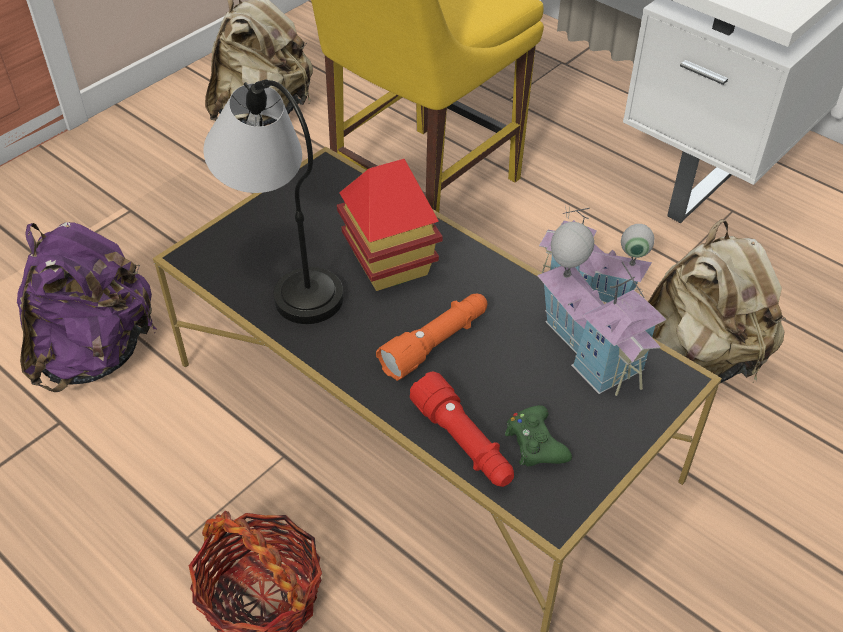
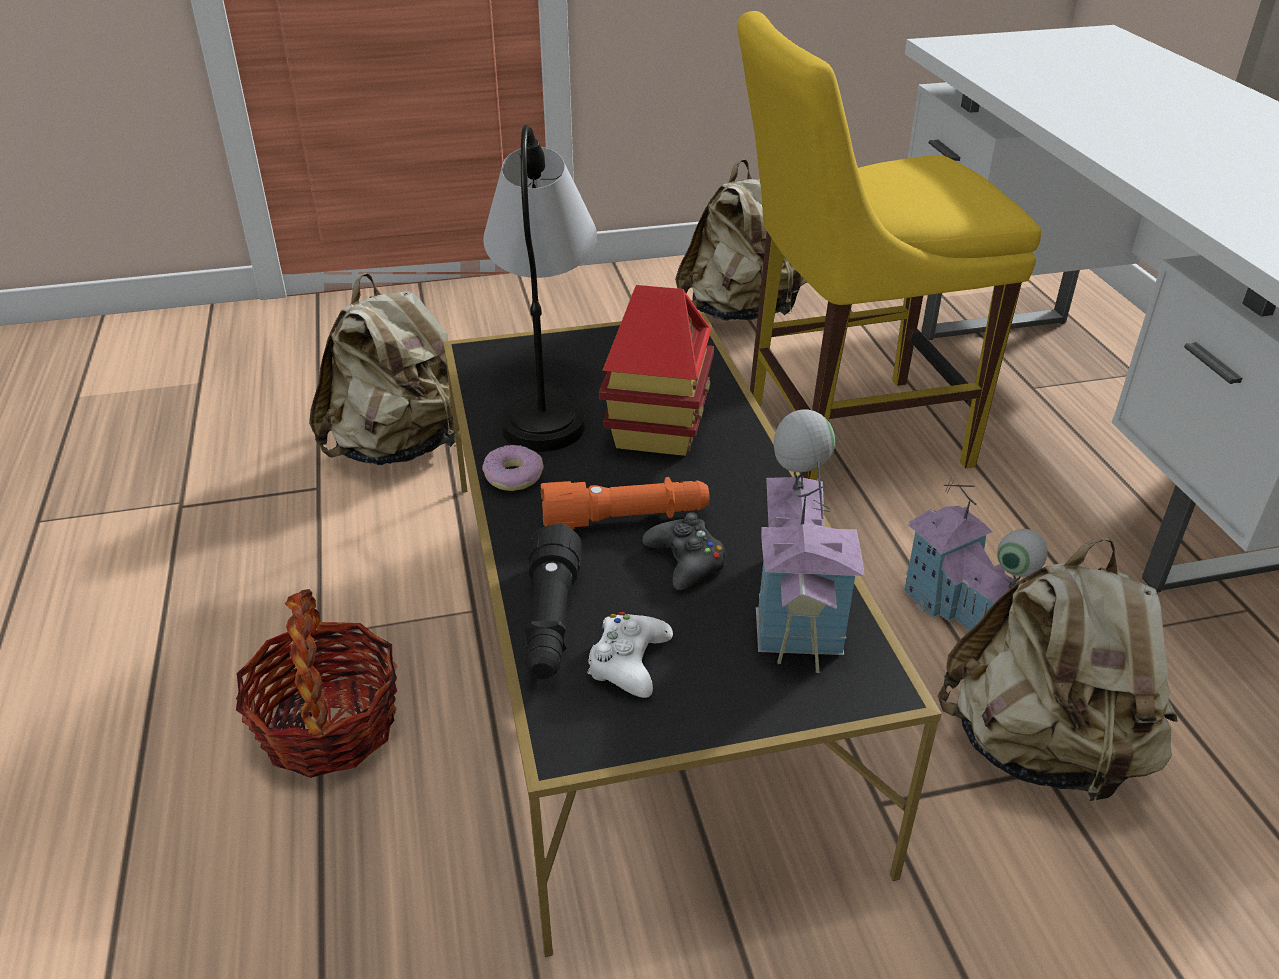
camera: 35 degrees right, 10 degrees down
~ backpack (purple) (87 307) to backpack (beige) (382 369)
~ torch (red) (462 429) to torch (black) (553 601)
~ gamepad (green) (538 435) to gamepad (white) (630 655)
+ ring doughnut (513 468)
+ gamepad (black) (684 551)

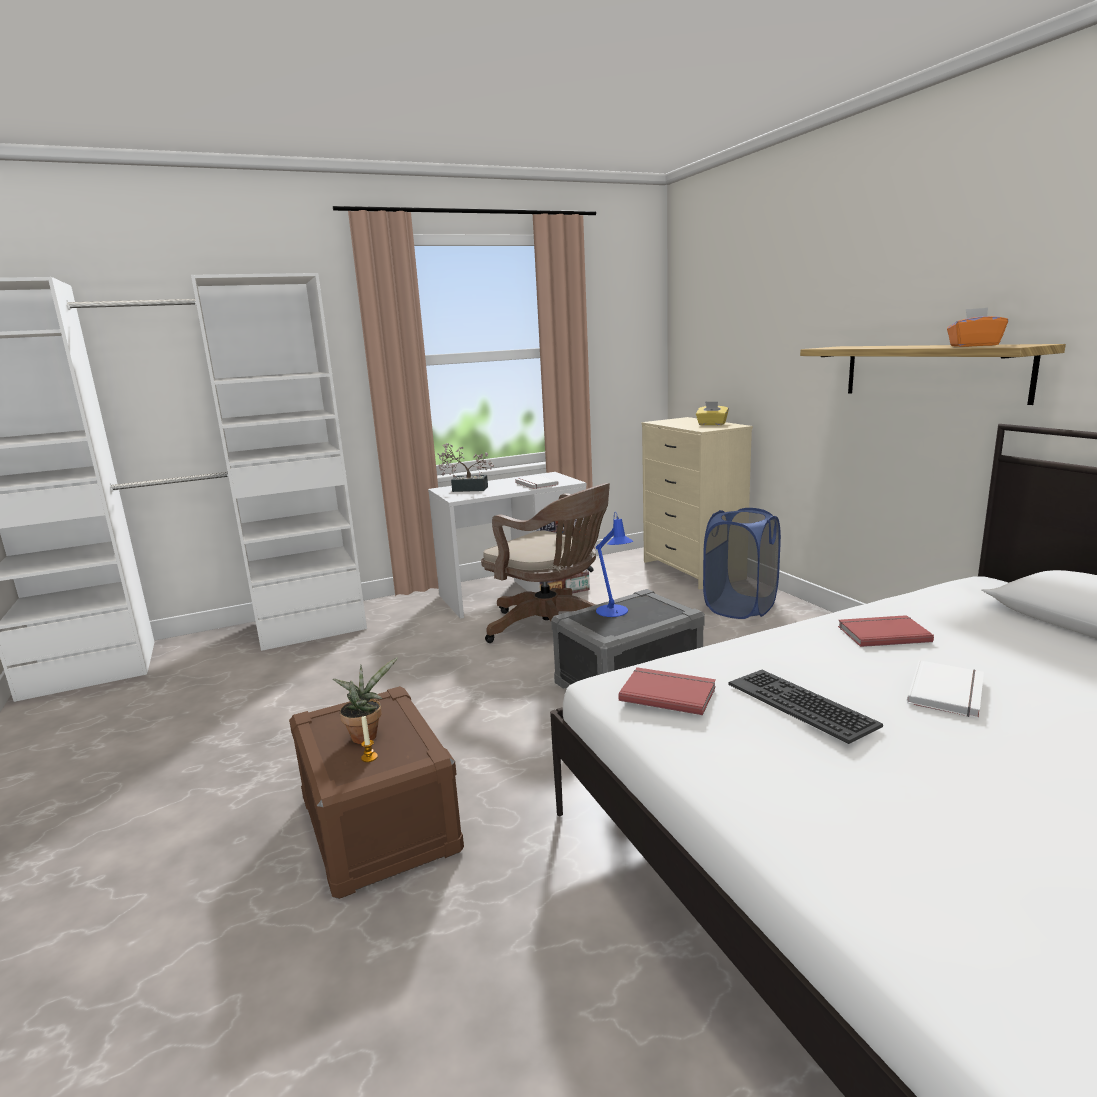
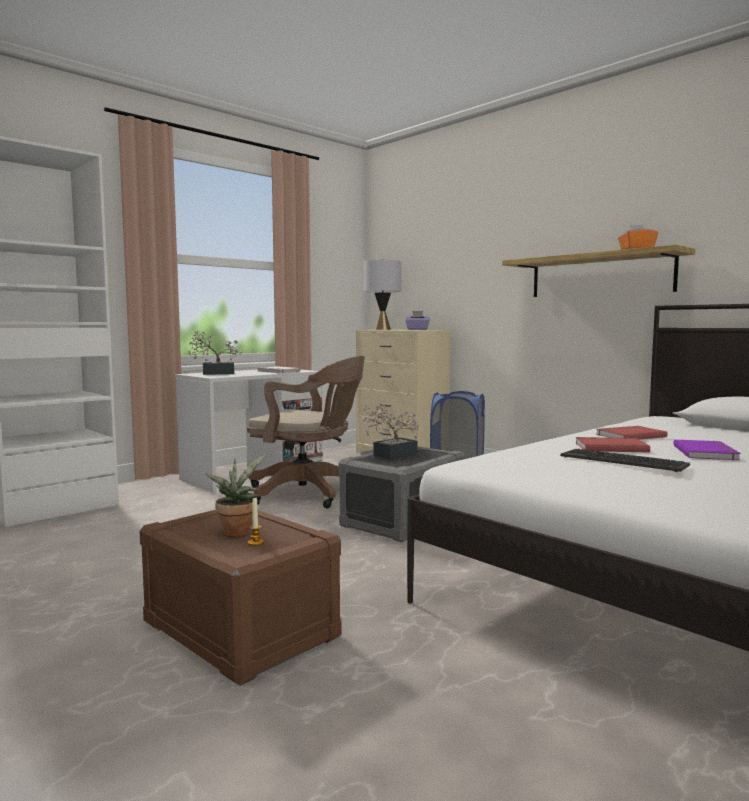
camera: 20 degrees left, 10 degrees down
~ tissue holder (yellow-coloured) (712 413) to tissue holder (purple) (418 320)
~ lamp for a table (blue) (614 564) to potted plant (390 432)
~ book (white) (945 689) to book (purple) (707 450)
~ book (red) (667 691) to (613 444)
+ lamp for a table (gray) (382 294)

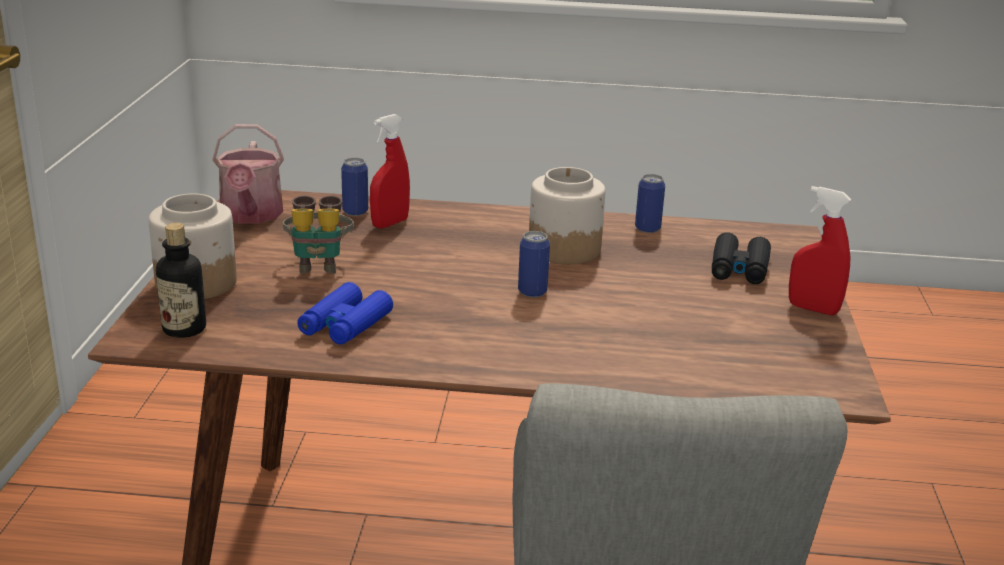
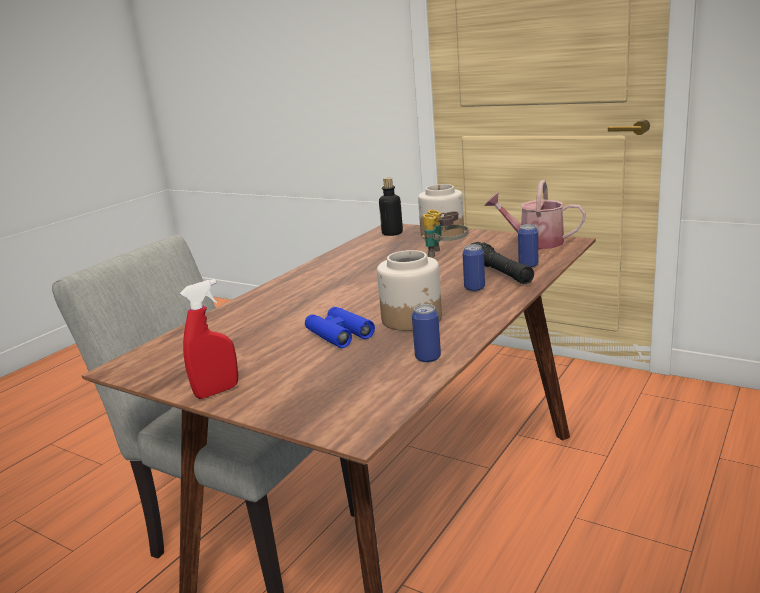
camera: 120 degrees right, 5 degrees down
~ spray bottle (red) (390 171) to torch (black) (502 263)
~ can (534 264) to (474 267)
- binoculars (black) (741 258)
~ binoculars (blue) (345 313) to (340 327)

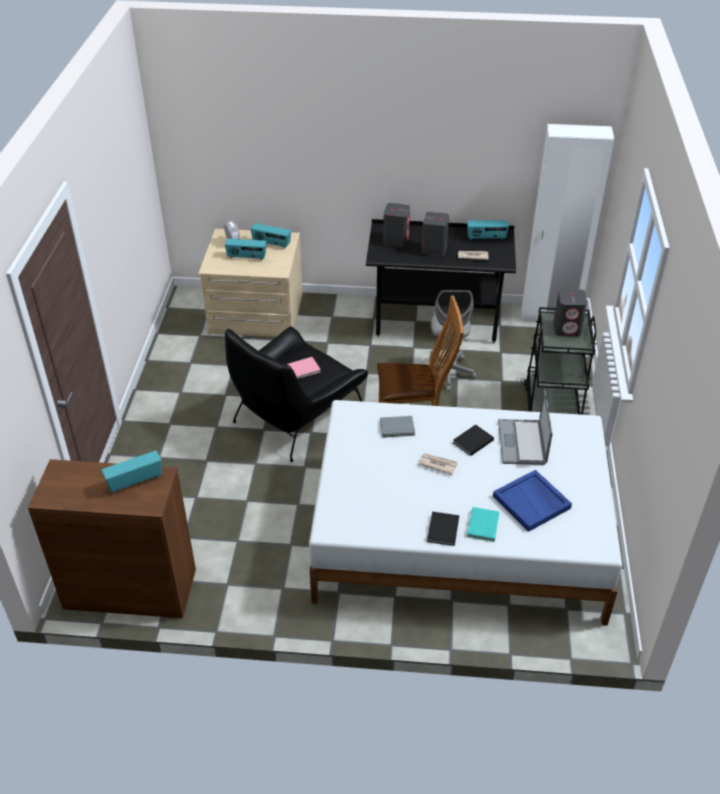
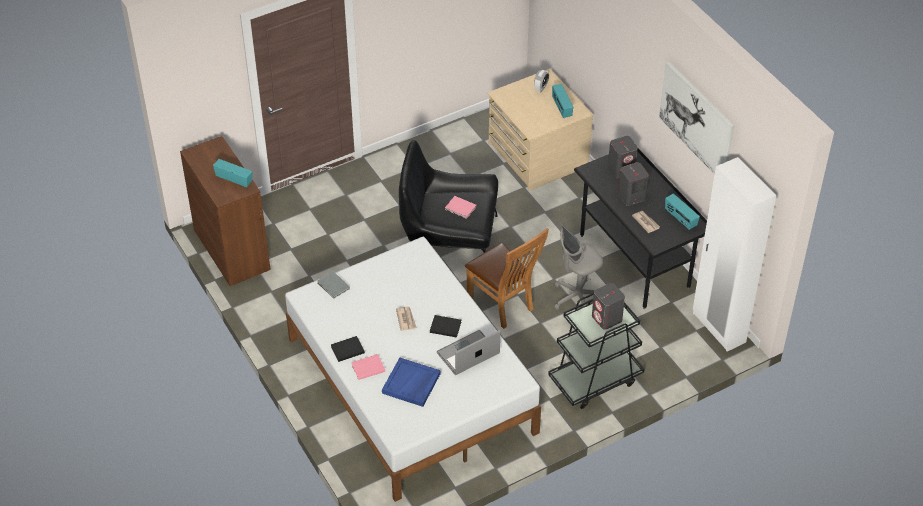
camera: 55 degrees right, 5 degrees up
- radio set (245 249)
~ book (gray) (397 427) to (334 285)
~ book (turquoise-coloured) (483 524) to book (pinkish) (368 367)
+ wall art (697 118)

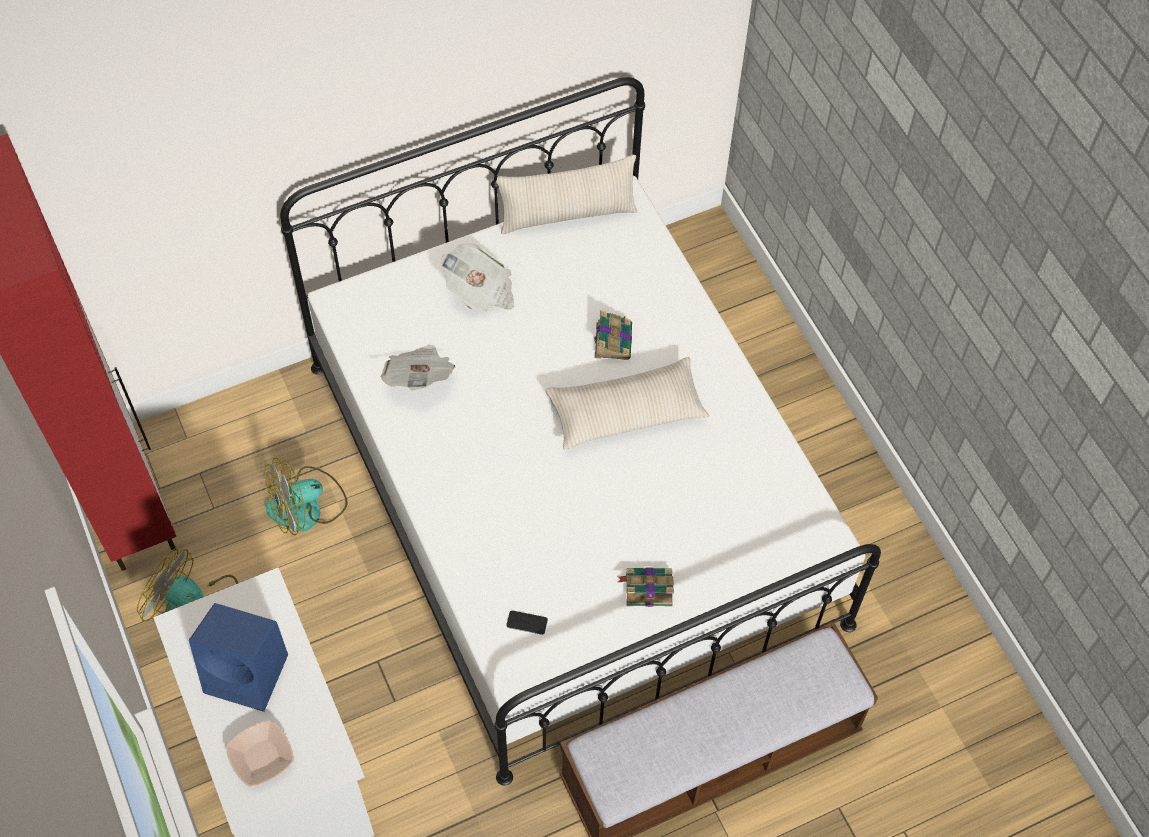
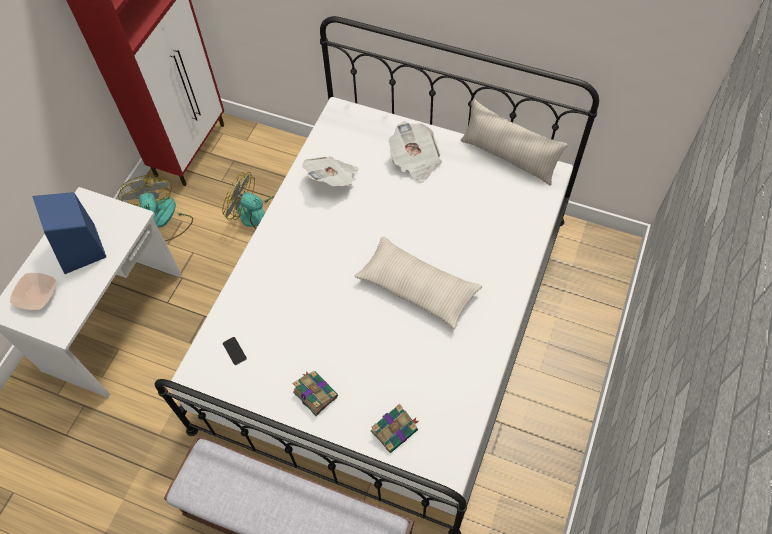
camera: 50 degrees right, 0 degrees up
~ book (613 335) to (395 428)

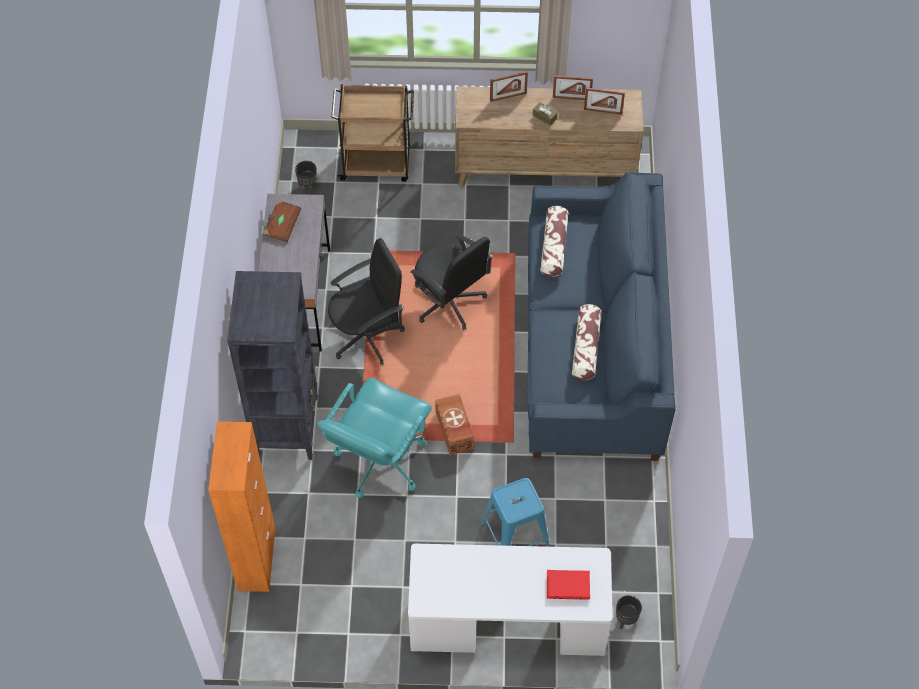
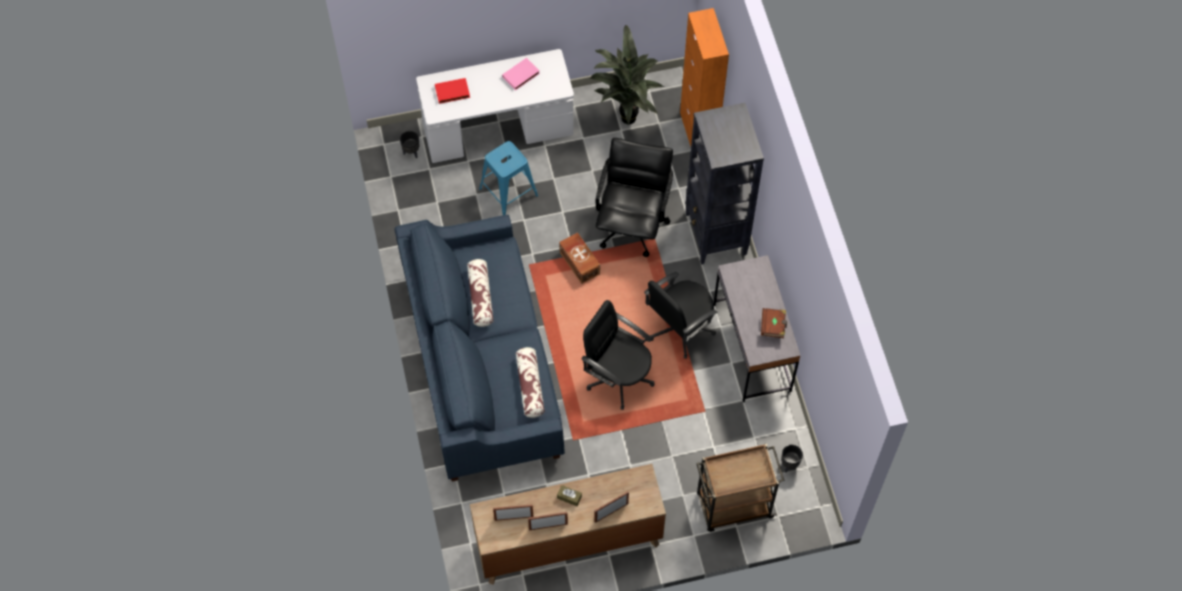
camera: 165 degrees right, 5 degrees up
~ desk chair (turquoise-coloured) (374 438) to desk chair (black) (634 197)
+ potted plant (627 75)
+ book (pinkish) (521 74)

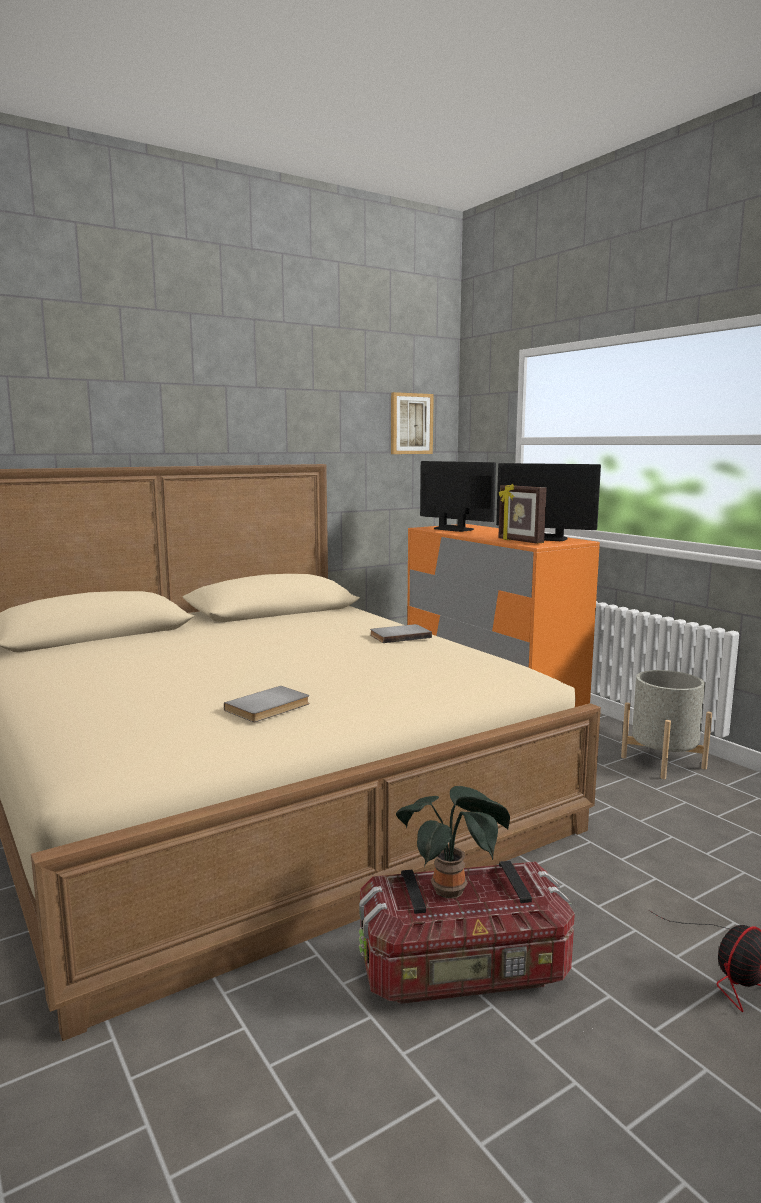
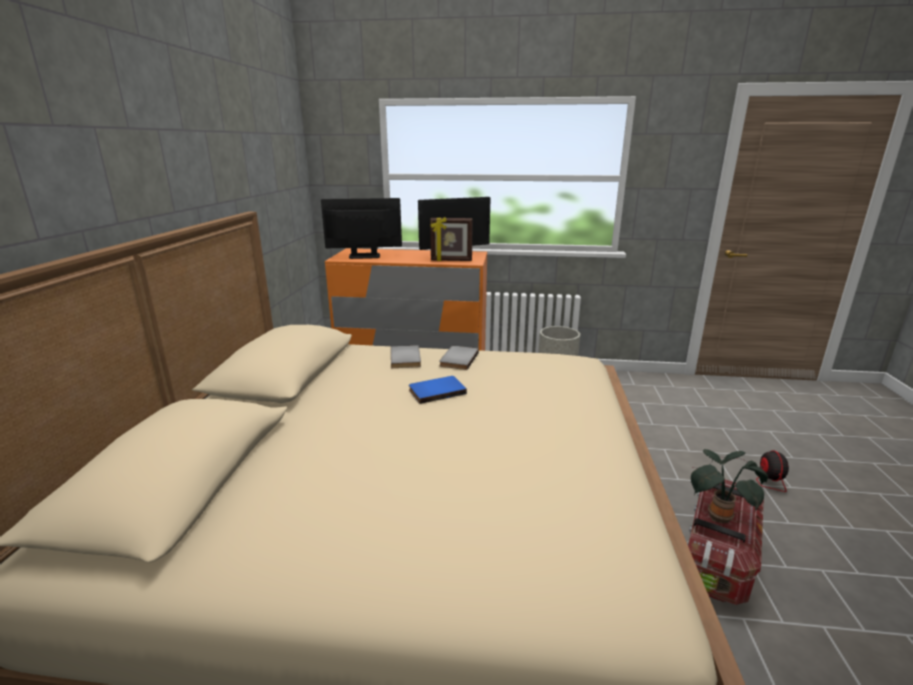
camera: 50 degrees left, 10 degrees up
- wall art (412 423)
~ book (gray) (266 704) to (406 356)
+ book (blue) (438 390)

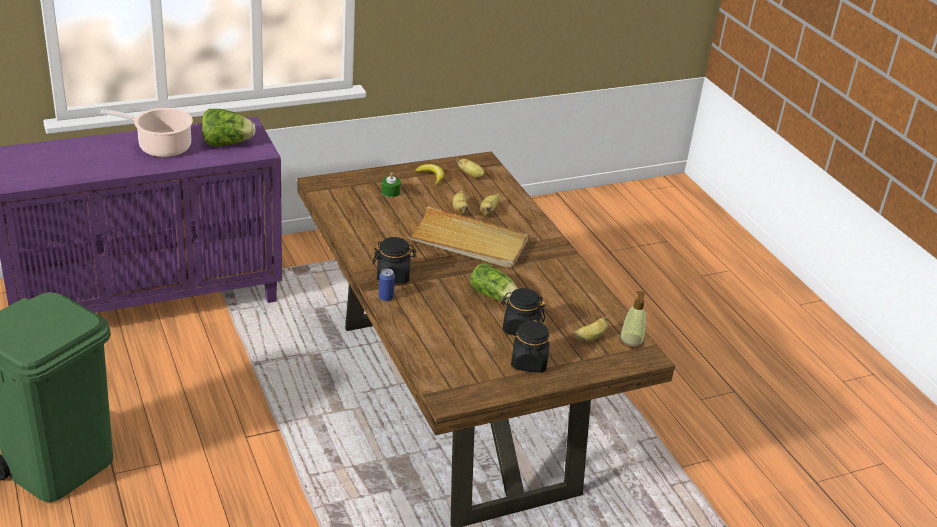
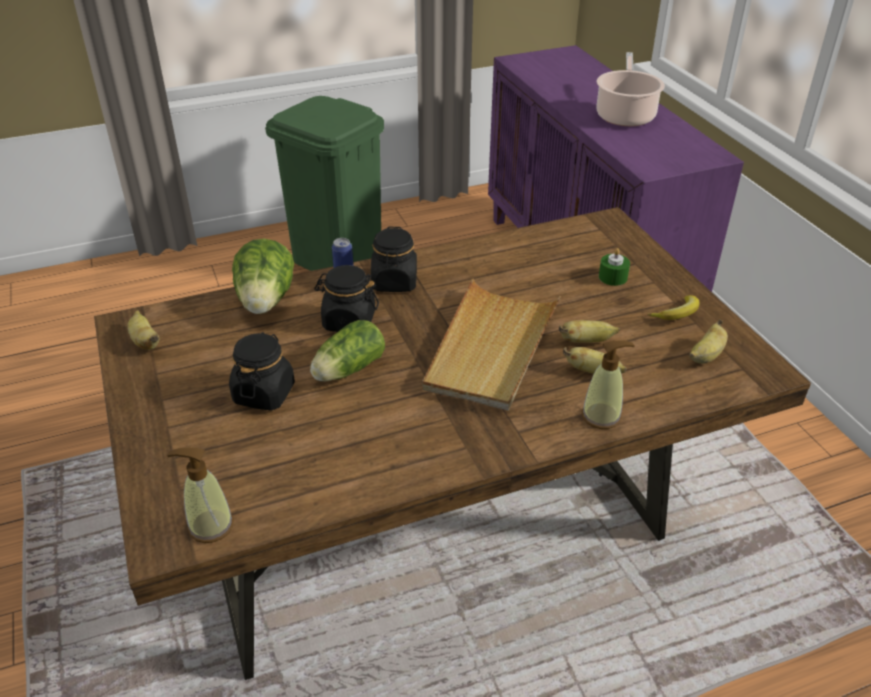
camera: 95 degrees right, 5 degrees up
~ lettuce head (229 127) to (263 276)
~ whole banana (590 329) to (143 330)
~ storage jar (black) (530 346) to (346 298)
+ soap bottle (608 385)

